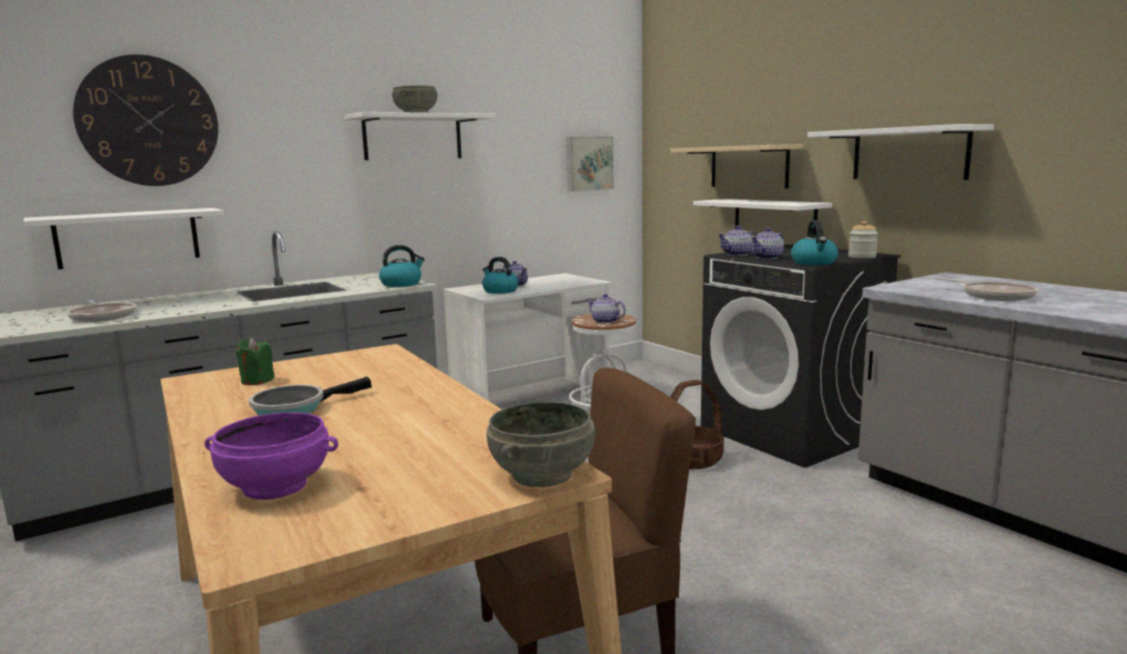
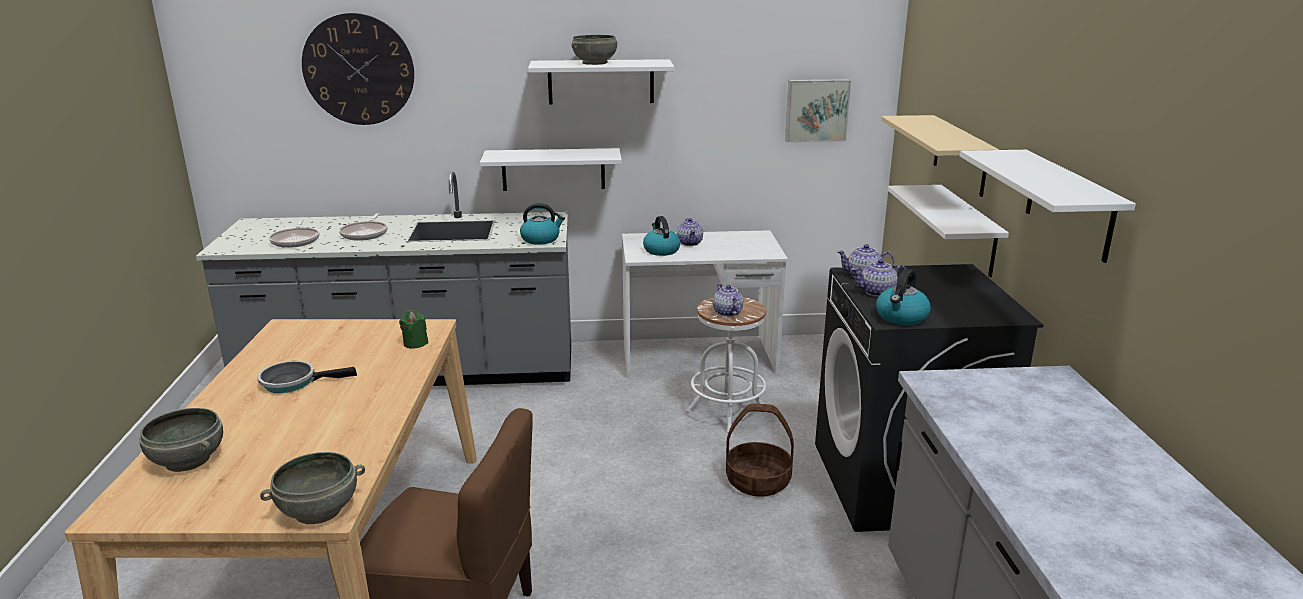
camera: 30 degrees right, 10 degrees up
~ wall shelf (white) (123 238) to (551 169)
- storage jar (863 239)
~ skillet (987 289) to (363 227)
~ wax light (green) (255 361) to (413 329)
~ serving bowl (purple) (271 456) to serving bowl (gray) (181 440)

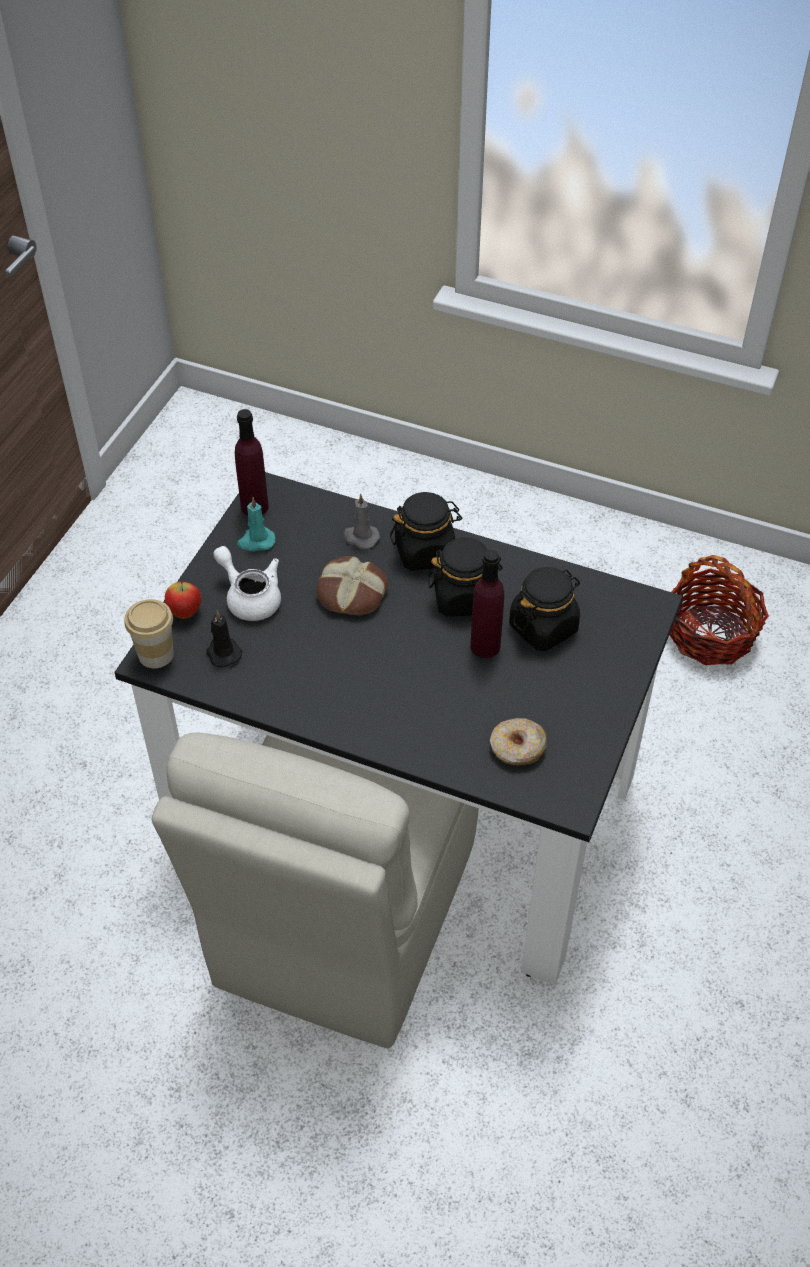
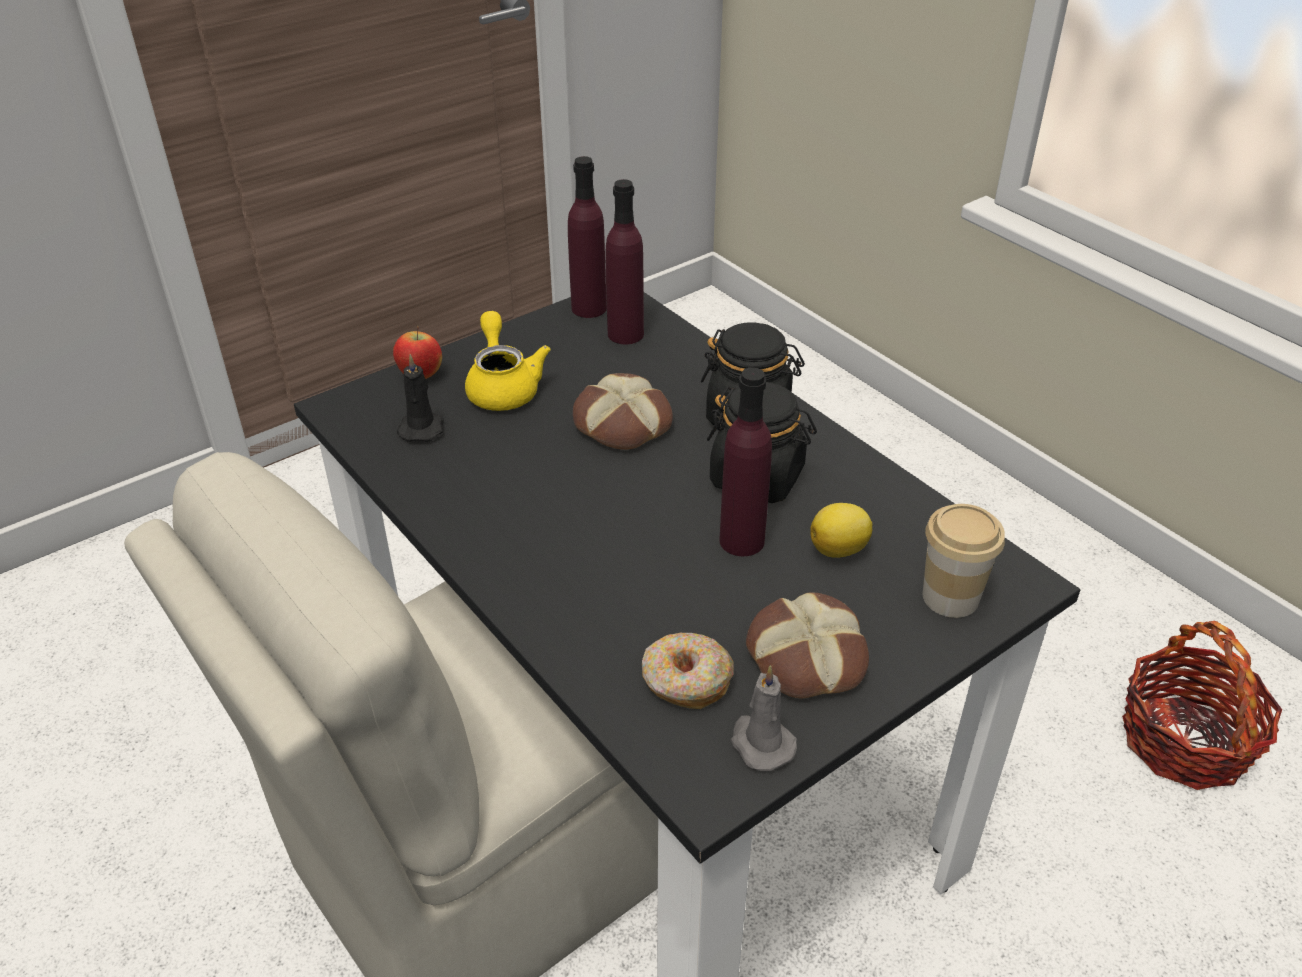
camera: 30 degrees right, 10 degrees down
~ wax light (gray) (361 521) to (764 718)
- wax light (turquoise-coloured) (256 524)
~ tea pot (white) (247 583) to tea pot (yellow-coloured) (508 361)
~ storage jar (black) (544 609) to whole lemon (841 530)
~ cup (149 633) to (964 561)
+ bottle (purple) (625 261)
+ bakery bread (807 645)

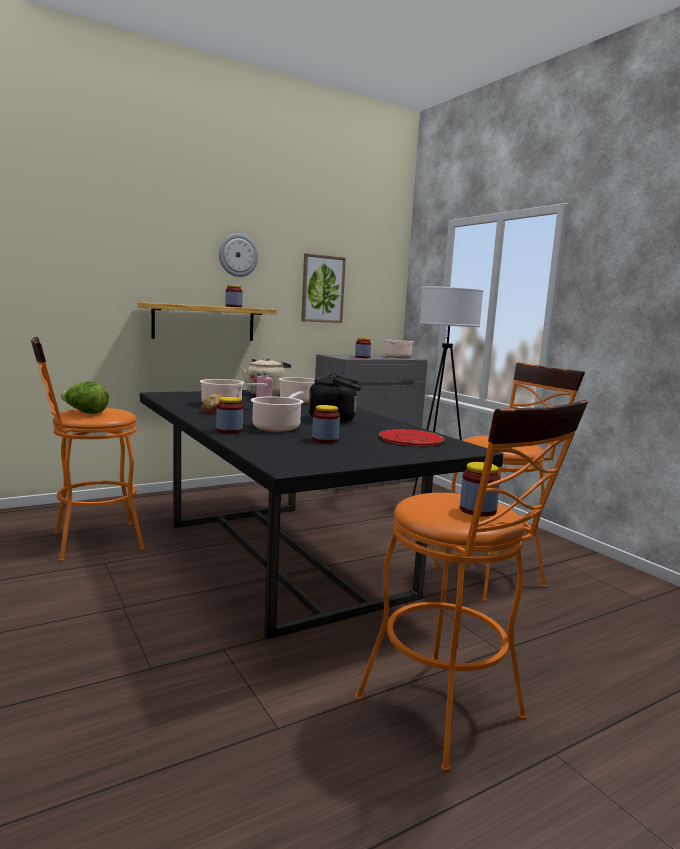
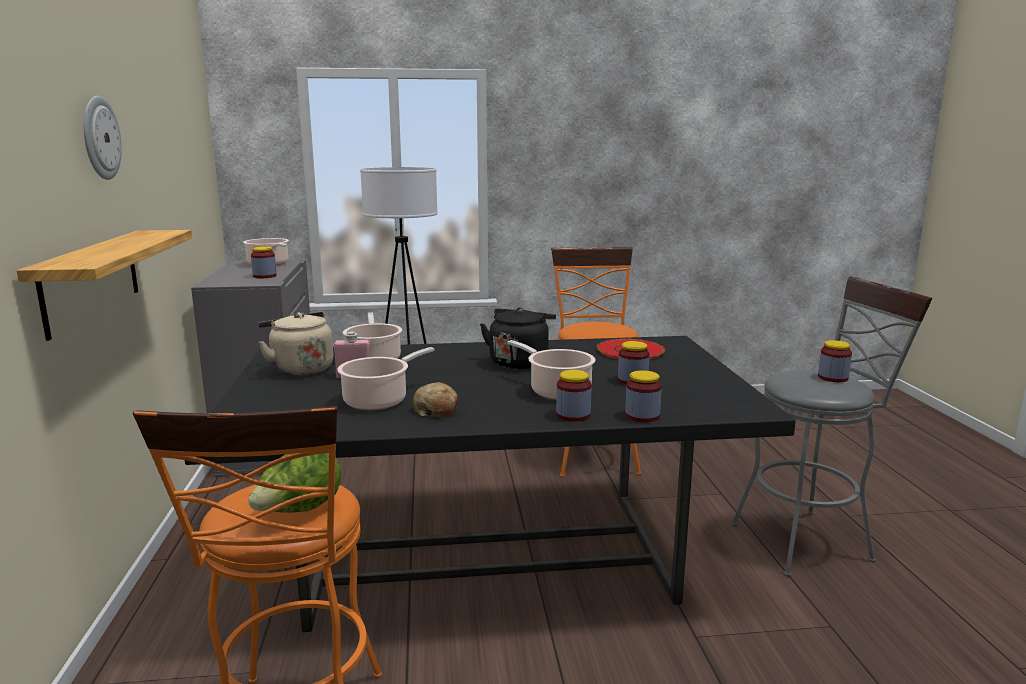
camera: 65 degrees left, 5 degrees up
- wall art (323 288)
~ storage jar (234 296) to (643 396)
~ stool seat (orangey) (471 586) to stool seat (gray) (831 426)

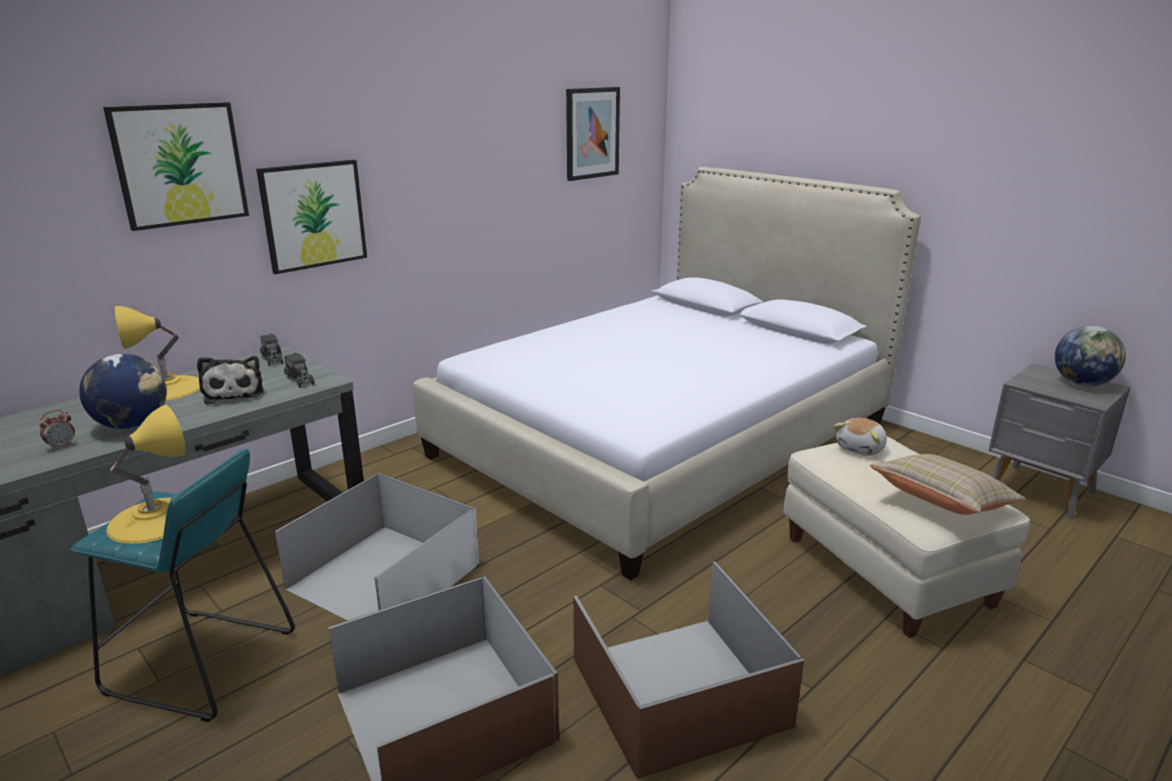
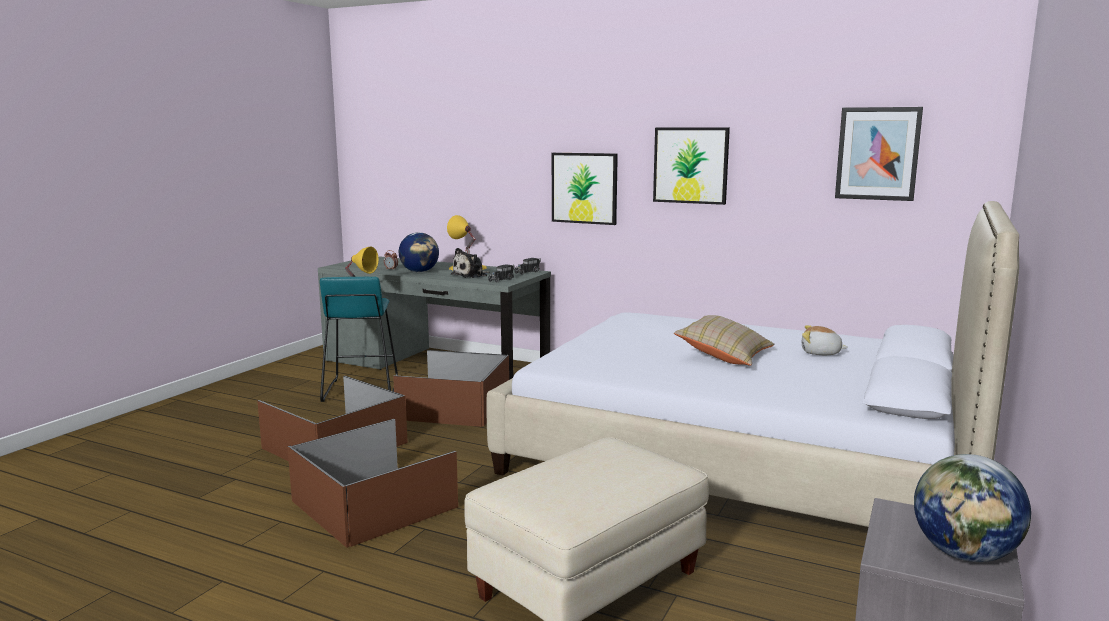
camera: 70 degrees right, 10 degrees down
~ wall art (176 166) to (691 166)
~ soft toy (860 437) to (825 340)
~ pillow (beige) (948 484) to (724 340)
~ storage box (white) (377 547) to storage box (brownish) (451 388)

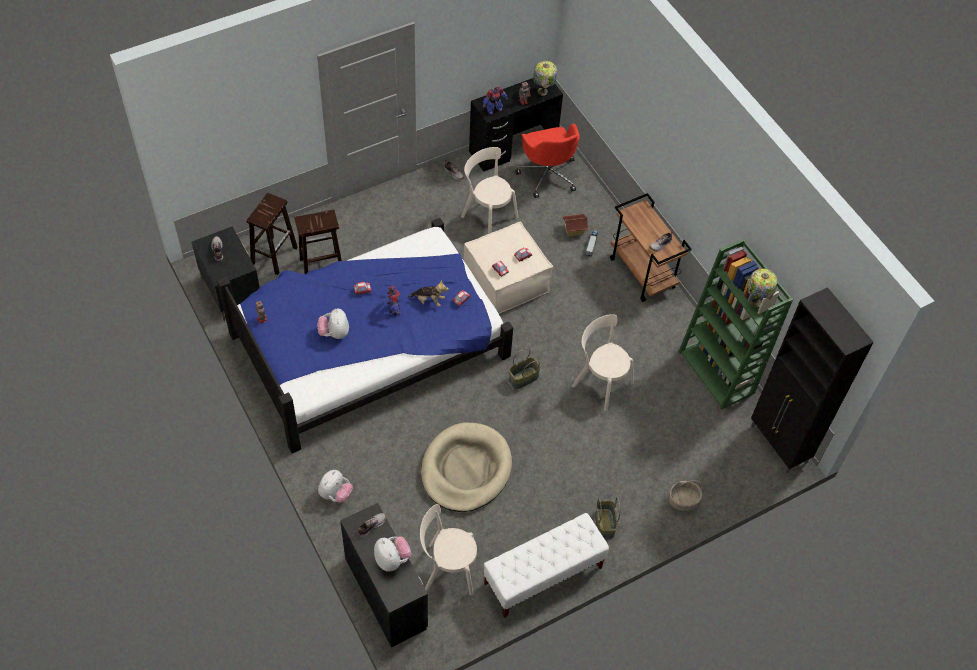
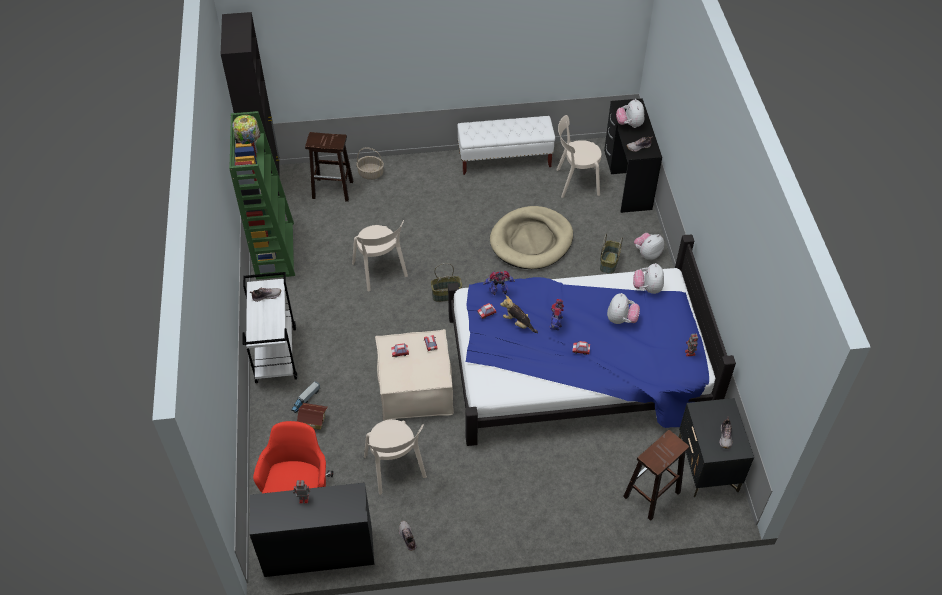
camera: 155 degrees left, 5 degrees down
- lamp for a table (545 78)
~ model robot (495 101) to (499 283)
~ cart (brownish) (651 247) to cart (white) (269 327)
~ stool seat (brownish) (318 241) to (329 167)
~ household basket (607 518) to (611 253)
~ upright chair (beige) (448 549) = (578 156) 150 degrees clockwise
+ soft toy (648 278)

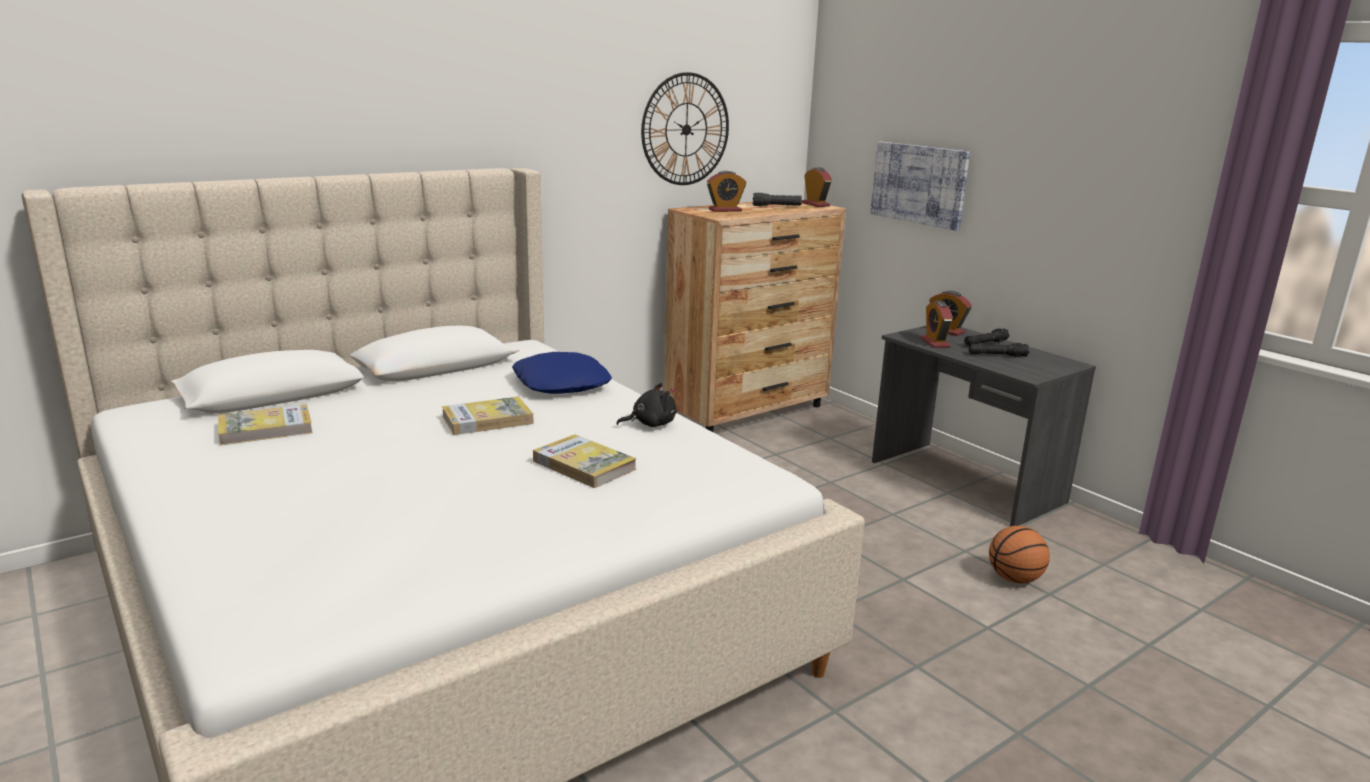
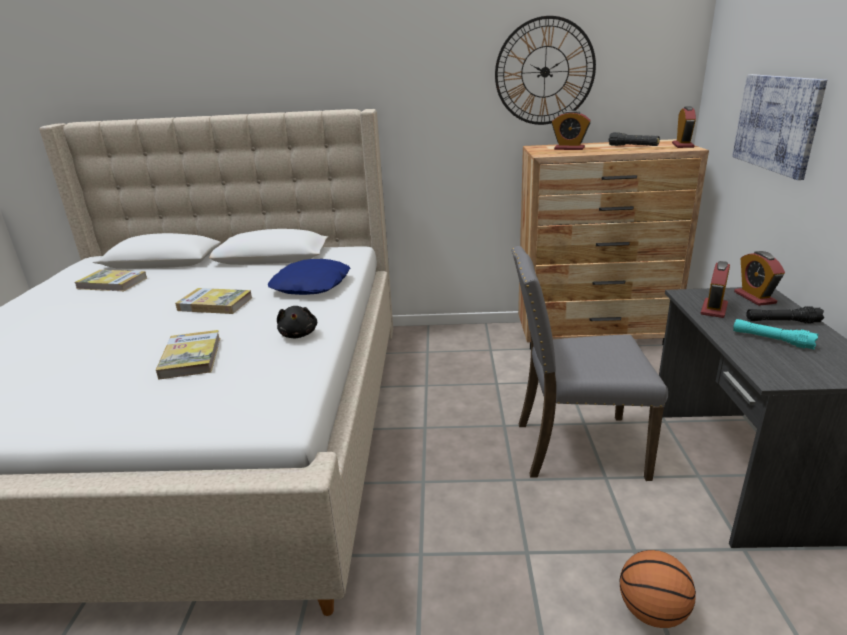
camera: 40 degrees right, 5 degrees up
~ torch (black) (999 350) to torch (turquoise-coloured) (776 334)
~ soft toy (black) (646 405) = (297 322) 60 degrees clockwise
+ upright chair (gray) (589 363)

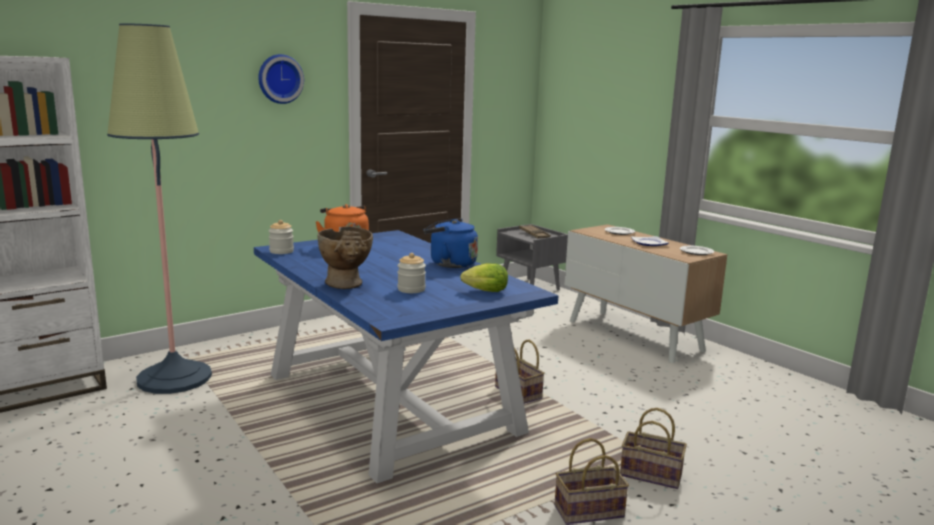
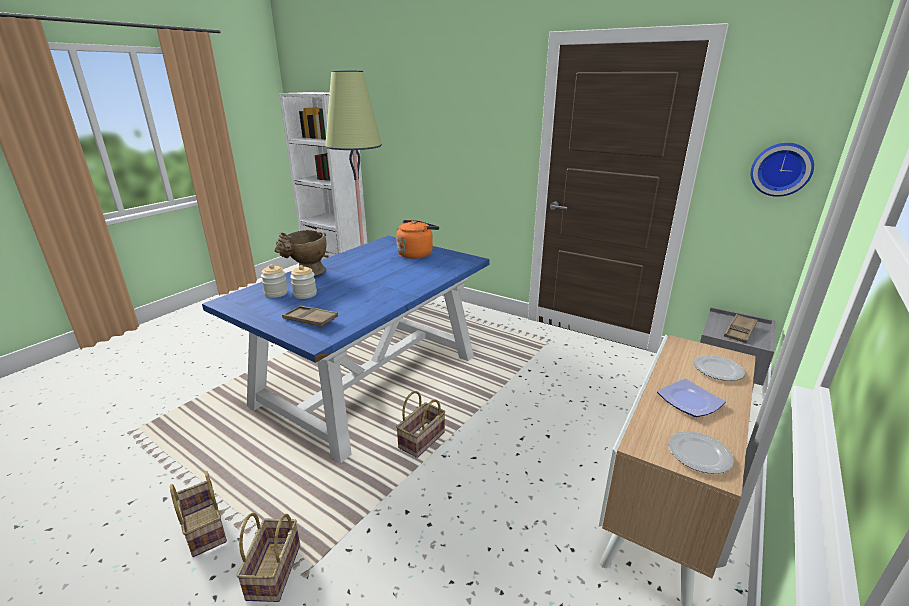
camera: 70 degrees right, 10 degrees up
~ wall clock (281 79) to (782 170)
- water kettle (blue) (450 243)
~ storage jar (281 237) to (274 281)
~ lettuce head (484 277) to tray (brownish) (310 316)

